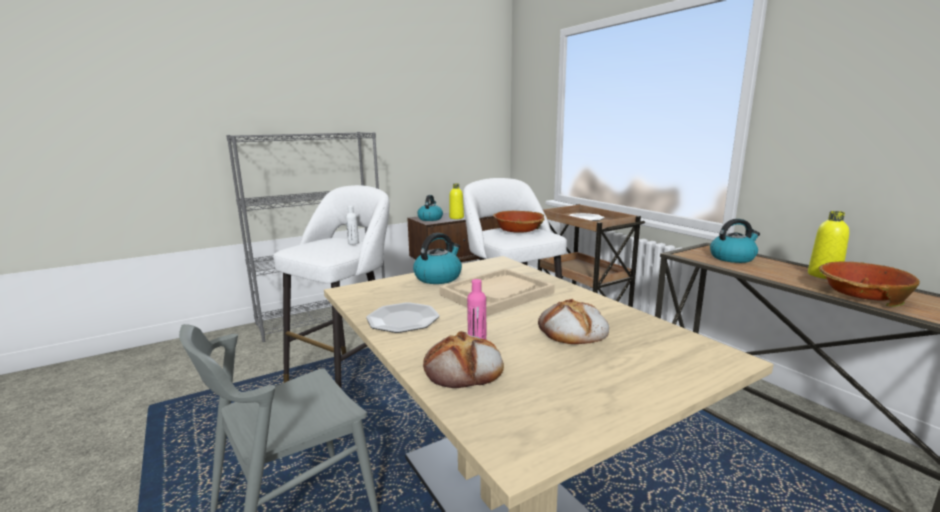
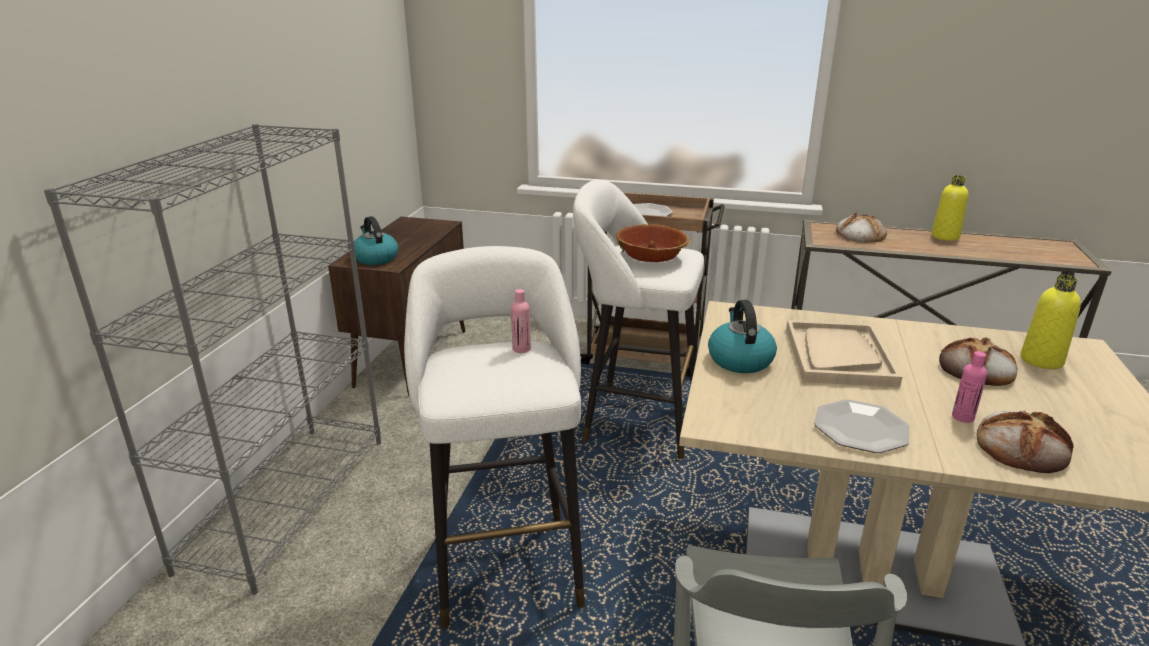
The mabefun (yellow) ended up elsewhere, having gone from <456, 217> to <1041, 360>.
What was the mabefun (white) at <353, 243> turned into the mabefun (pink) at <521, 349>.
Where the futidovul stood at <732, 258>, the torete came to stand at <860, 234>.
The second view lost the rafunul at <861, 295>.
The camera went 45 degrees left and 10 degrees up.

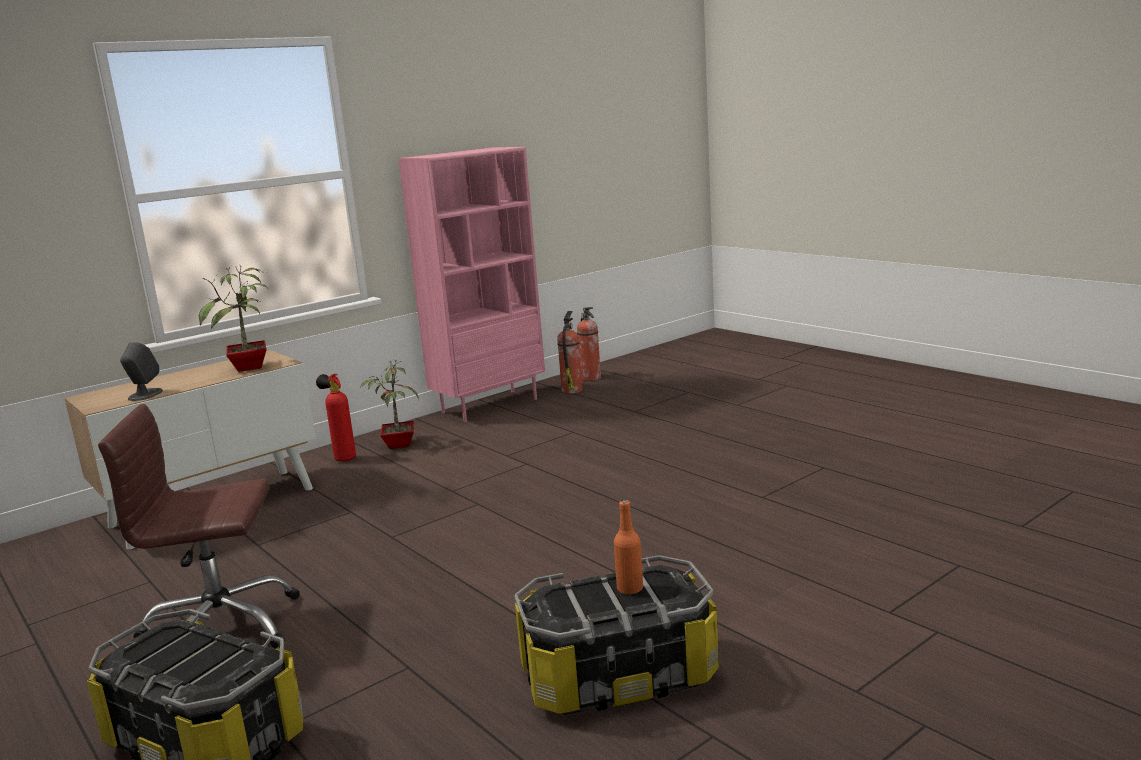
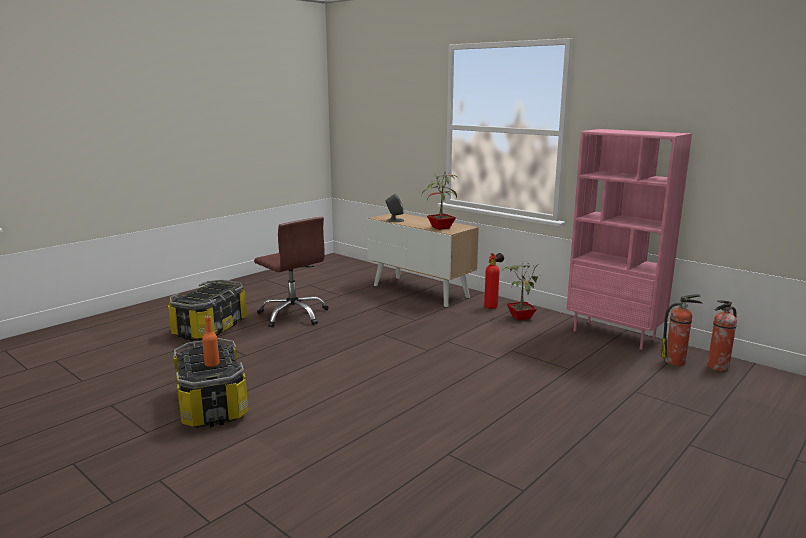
The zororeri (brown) at <221, 629> ended up facing another way, 150 degrees clockwise from before.
The camera went 80 degrees right and 0 degrees up.

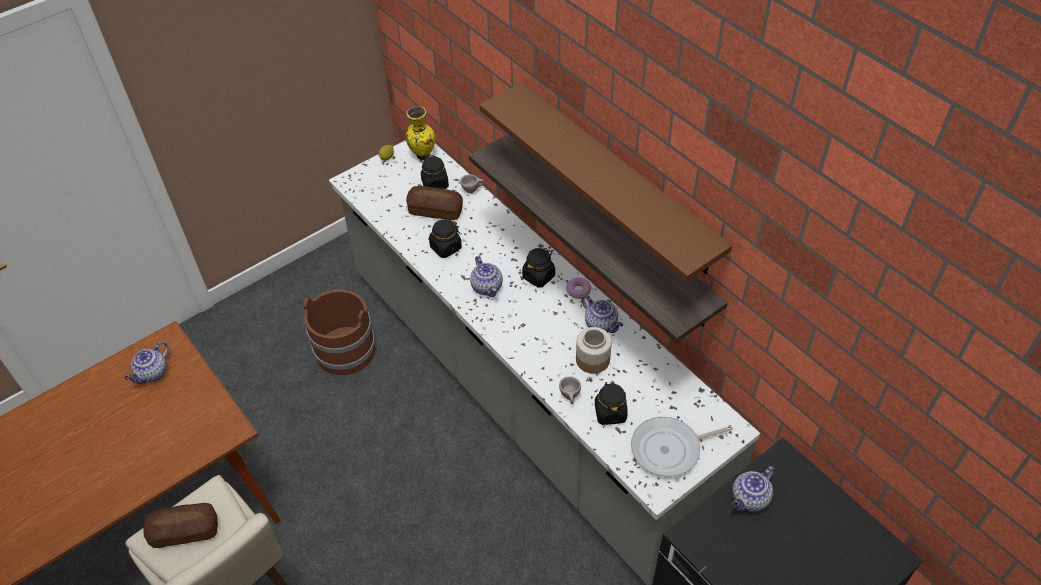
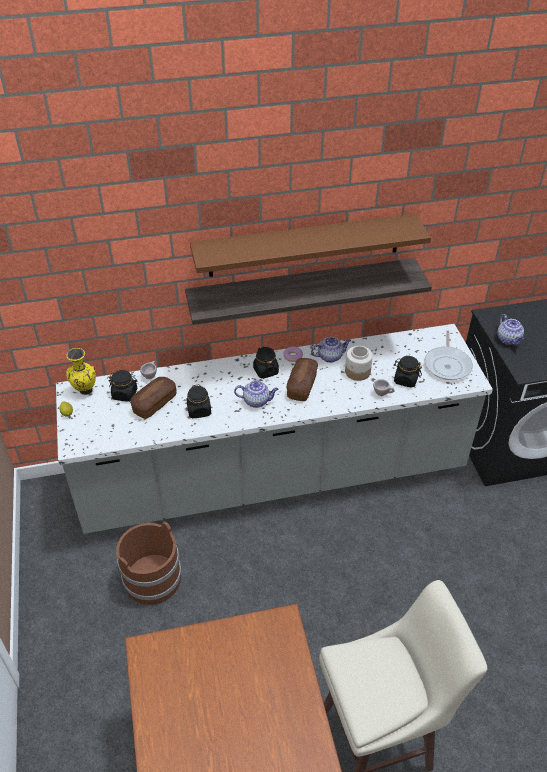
The second view lost the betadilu at <152, 374>.
The torete ended up elsewhere, having gone from <185, 531> to <302, 385>.
The camera went 65 degrees left and 5 degrees down.

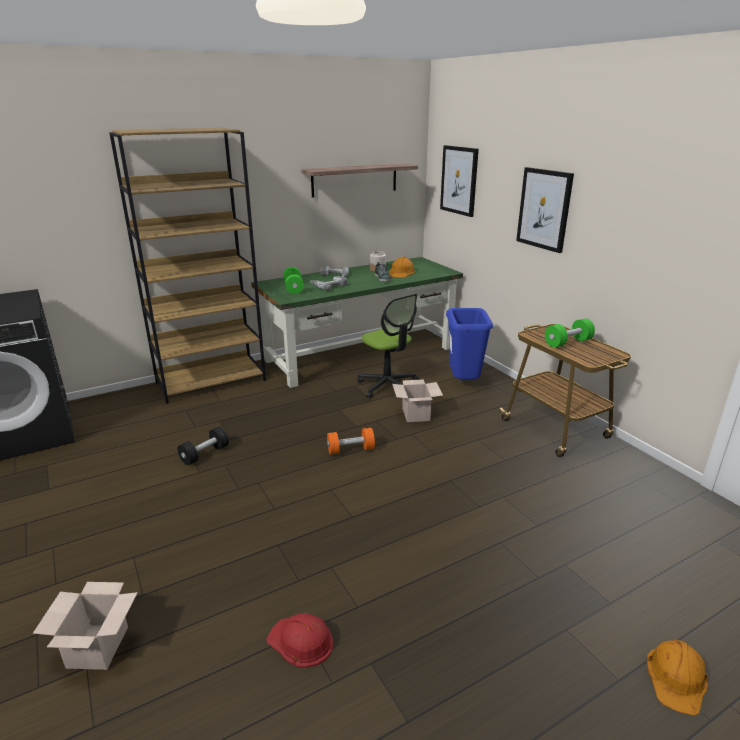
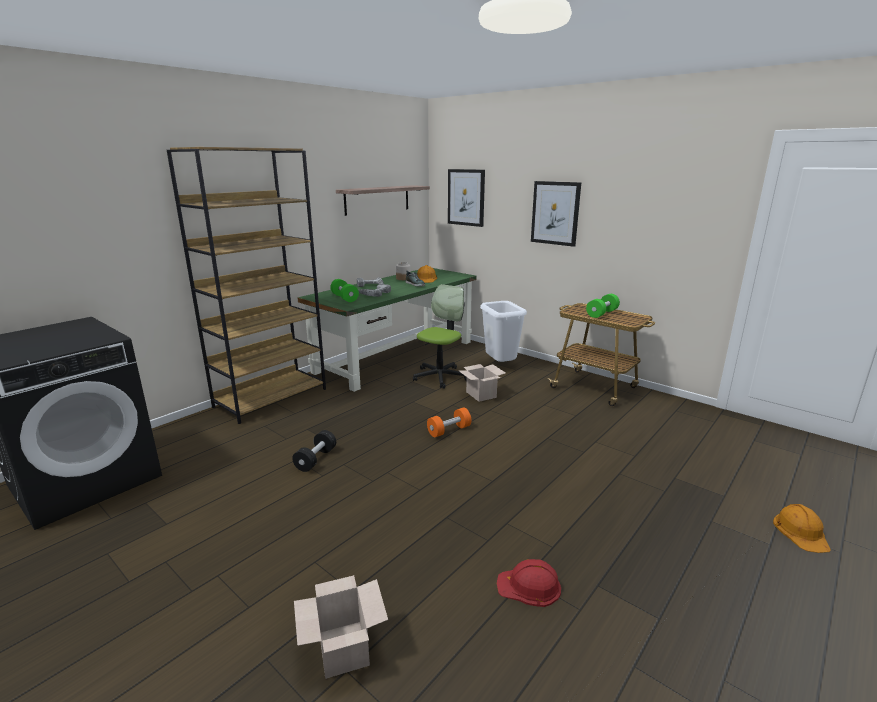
The zororeri at <388, 385> ended up facing another way, 90 degrees counterclockwise from before.
What was the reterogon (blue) at <463, 383> turned into the reterogon (white) at <500, 366>.
The camera went 20 degrees left and 5 degrees down.

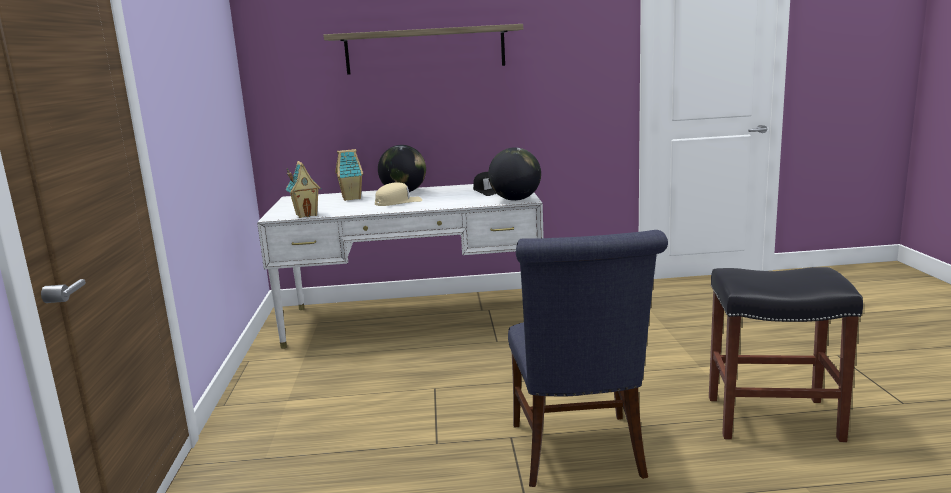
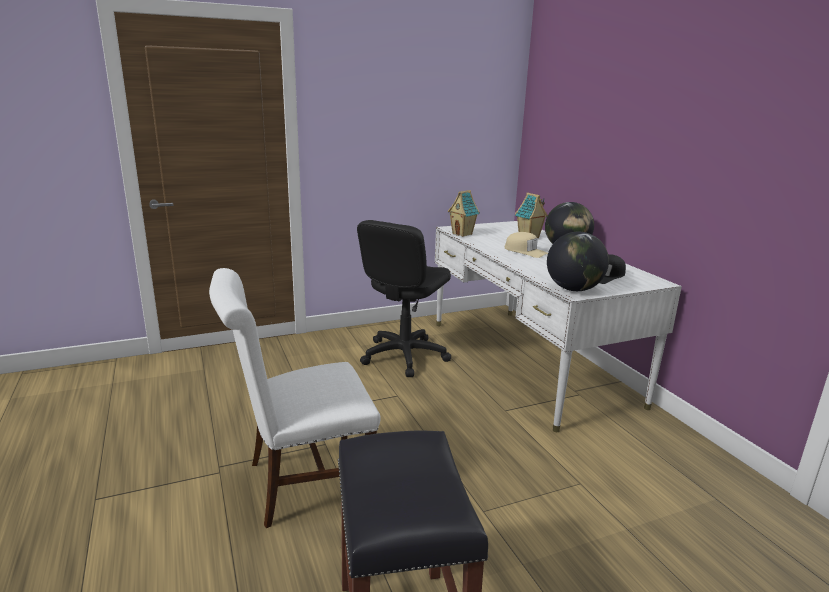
The second view lost the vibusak at <425, 50>.
What was the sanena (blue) at <579, 454> turned into the sanena (white) at <301, 483>.
The second view gained the zororeri (black) at <404, 356>.
The camera went 70 degrees right and 5 degrees up.

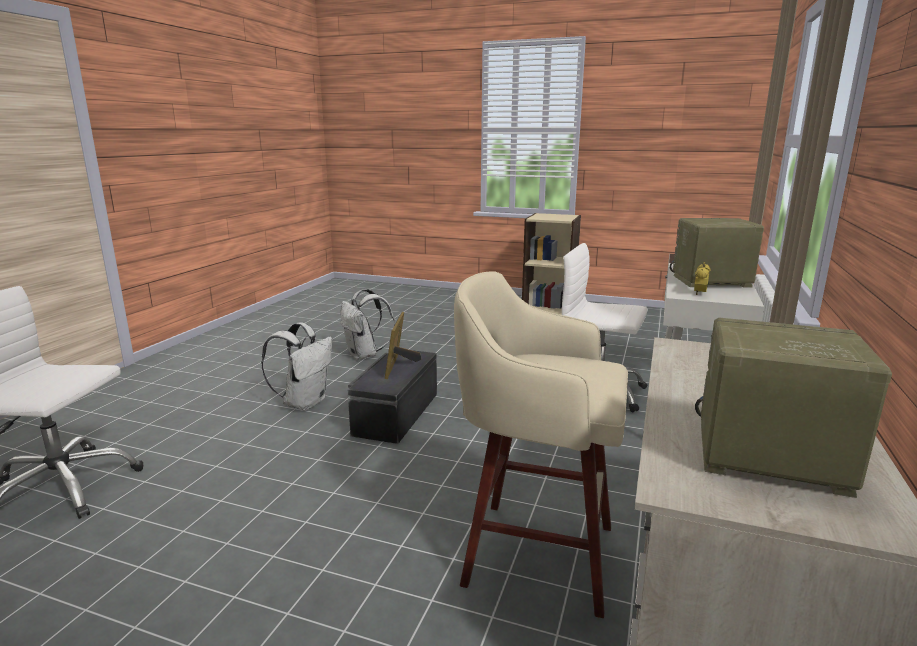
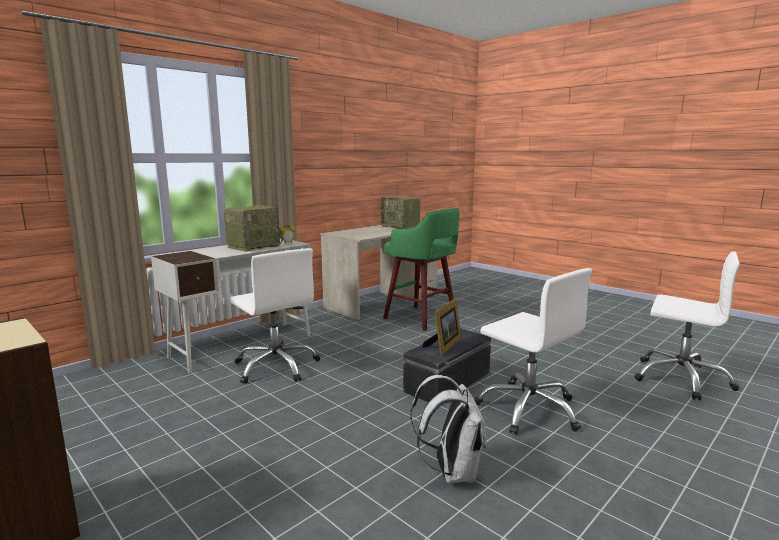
The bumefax at <710, 281> ended up facing another way, 75 degrees counterclockwise from before.
What was the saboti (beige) at <534, 553> turned into the saboti (green) at <422, 318>.
Where the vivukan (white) stood at <305, 402>, the zororeri (white) came to stand at <529, 409>.
The camera went 155 degrees left and 5 degrees down.

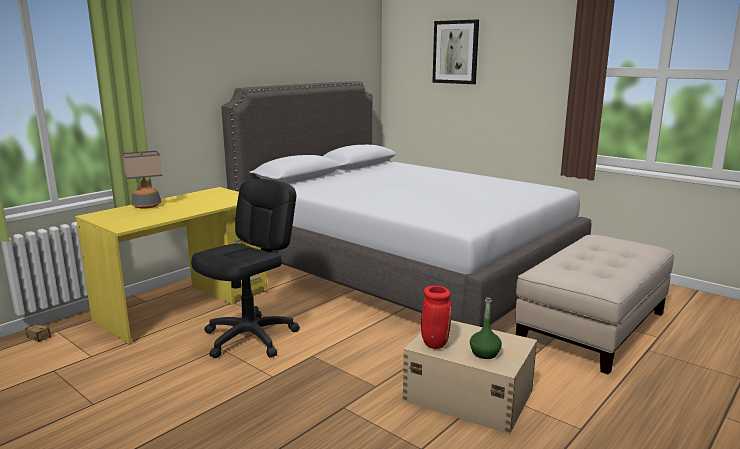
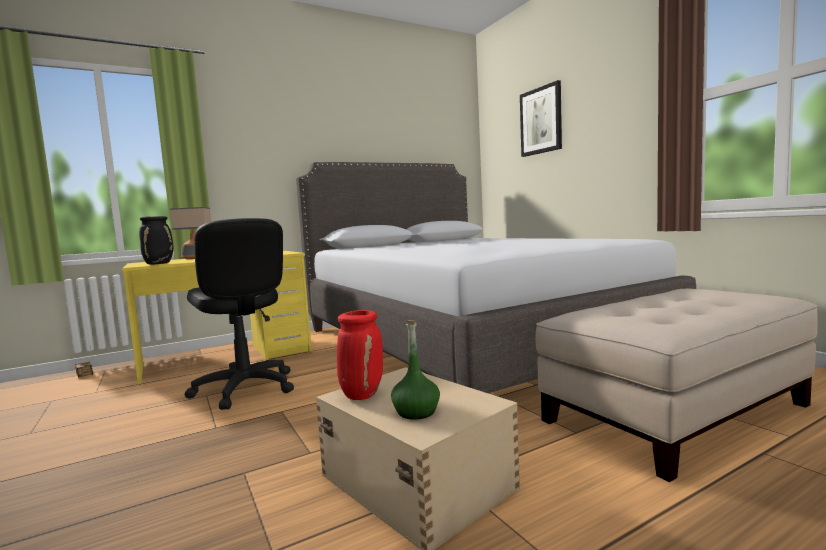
The zororeri (black) at <250, 338> ended up facing another way, 90 degrees clockwise from before.
The second view gained the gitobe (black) at <159, 263>.
The camera went 20 degrees right and 10 degrees down.

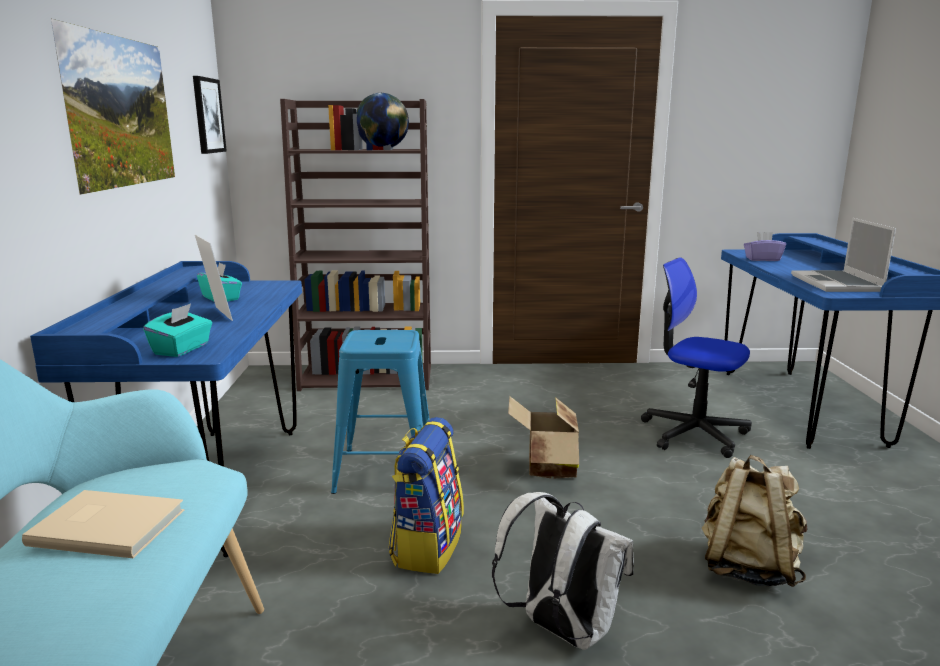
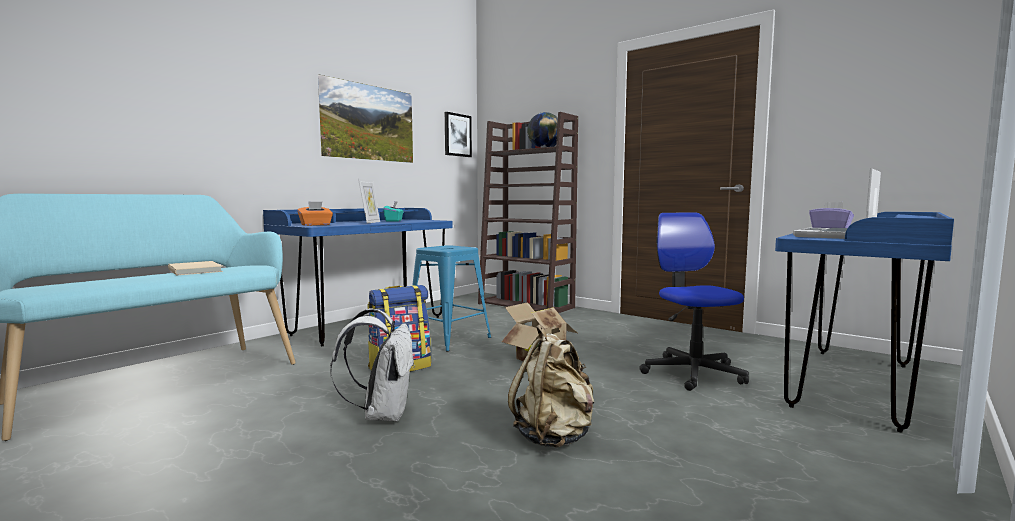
What was the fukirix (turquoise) at <182, 349> turned into the fukirix (orange) at <315, 225>.
The camera went 40 degrees right and 10 degrees down.

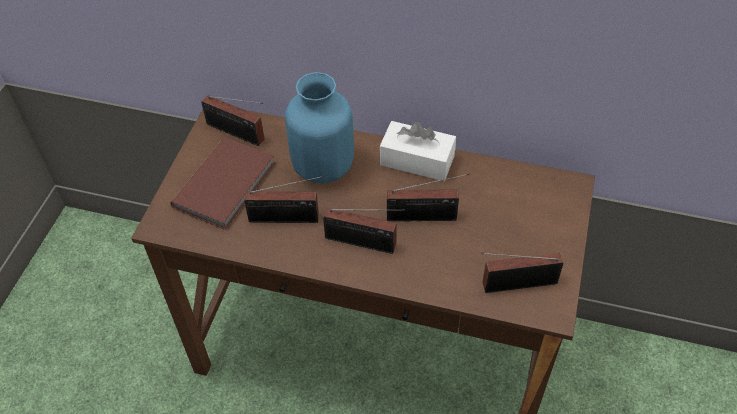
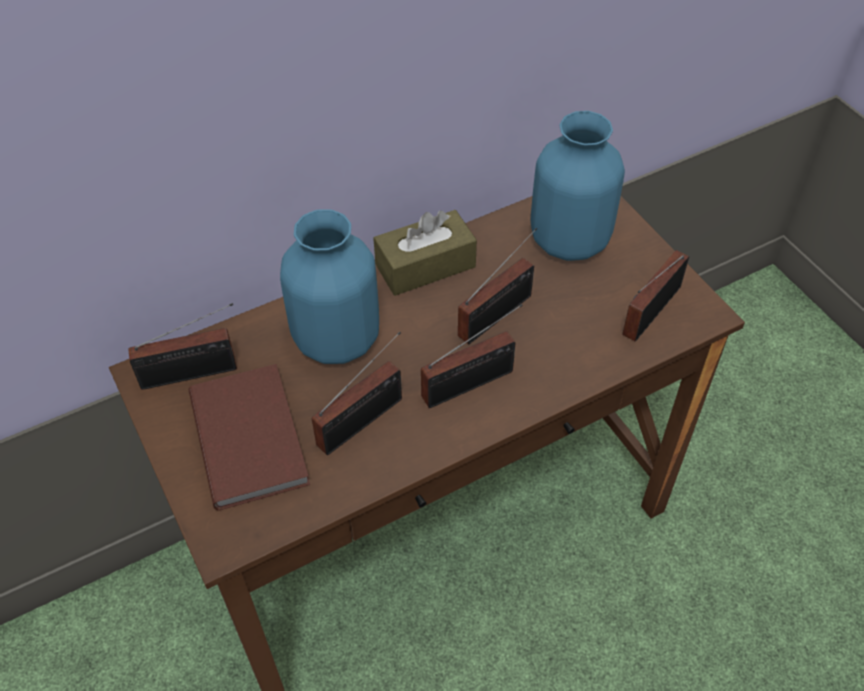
What was the fukirix (white) at <417, 160> turned into the fukirix (brown) at <425, 266>.
The second view gained the gitobe (blue) at <570, 240>.
The camera went 45 degrees left and 0 degrees up.

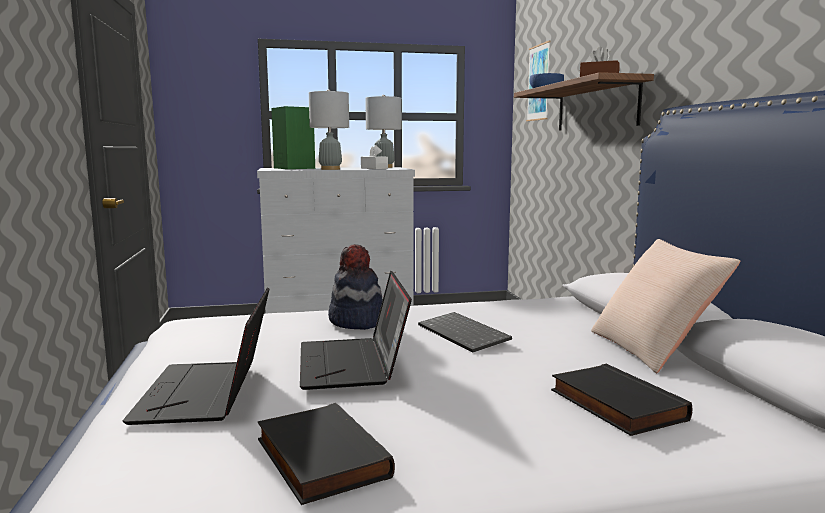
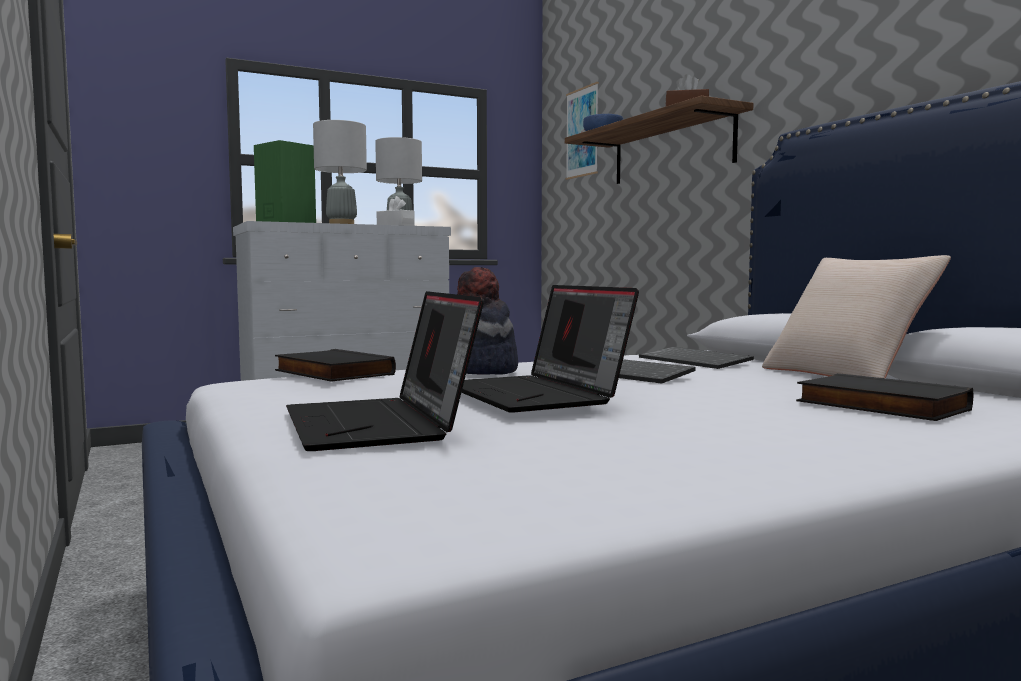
The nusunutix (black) ended up elsewhere, having gone from <318, 458> to <331, 373>.
The second view gained the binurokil at <696, 361>.
The camera went 15 degrees left and 5 degrees down.

